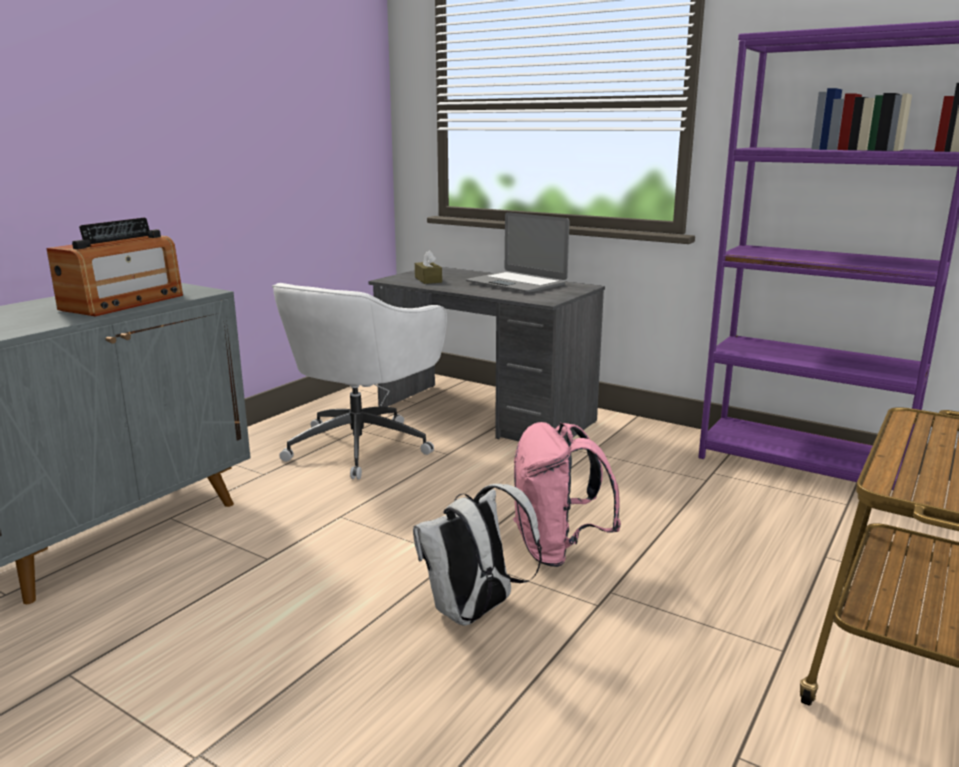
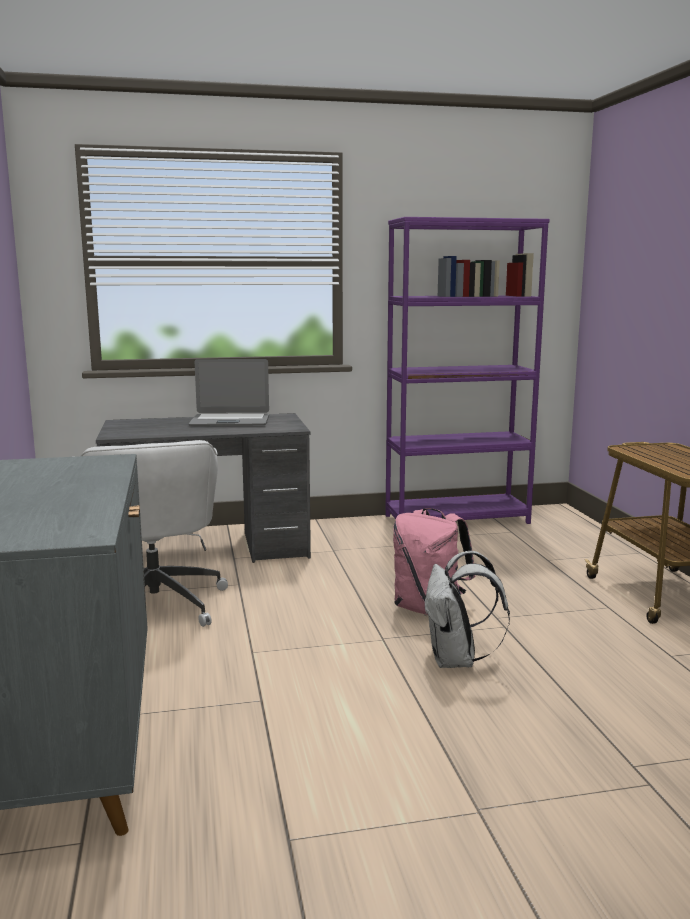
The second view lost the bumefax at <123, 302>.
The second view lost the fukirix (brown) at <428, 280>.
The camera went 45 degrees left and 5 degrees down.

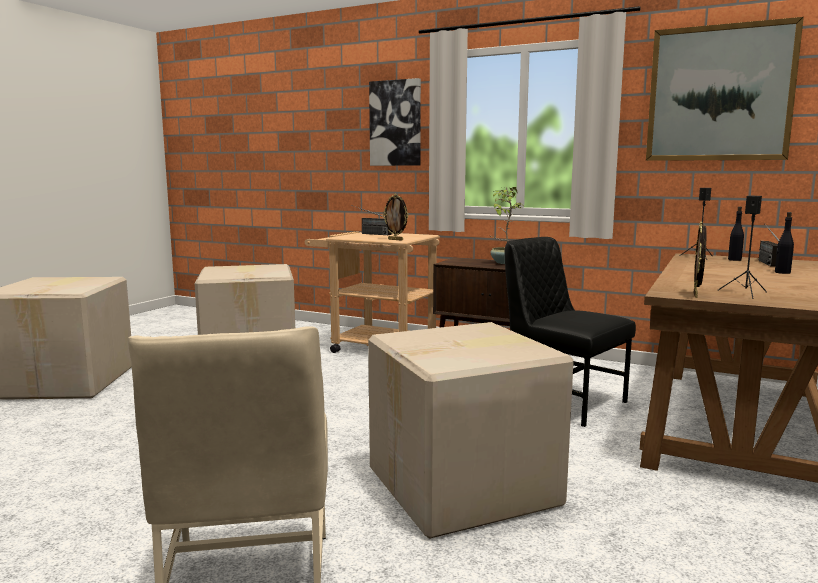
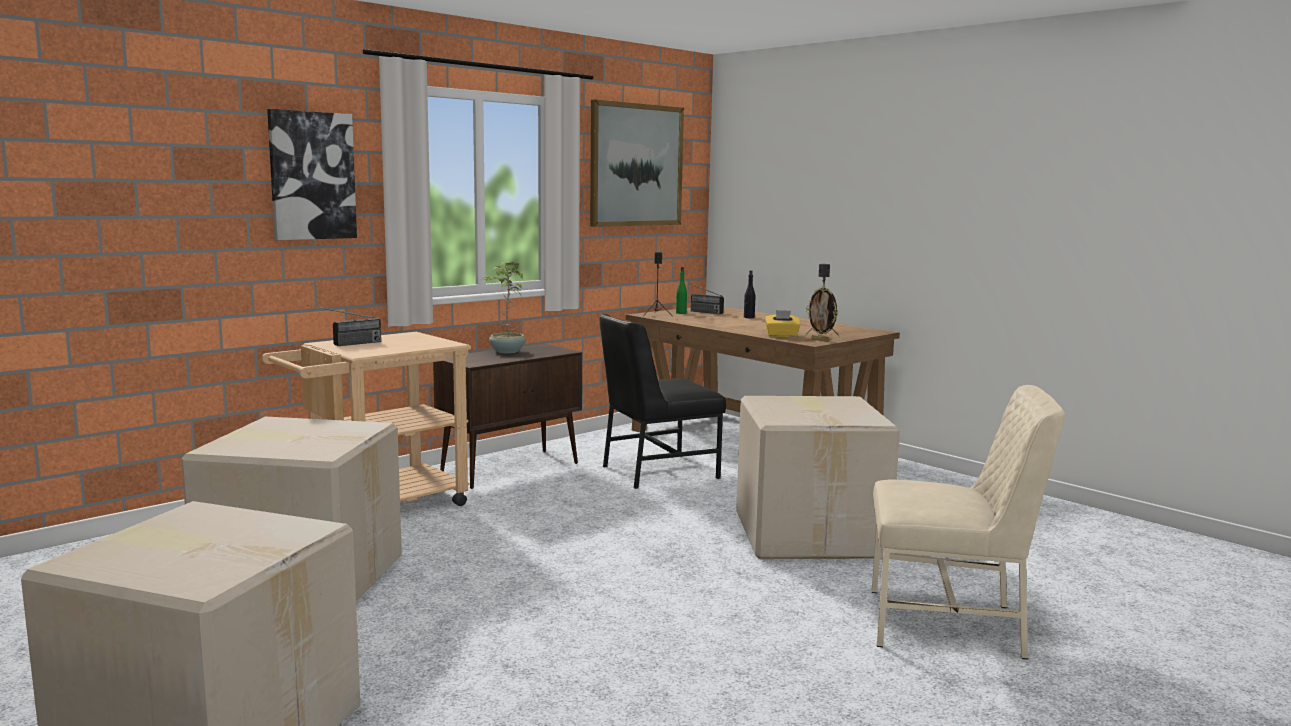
The second view lost the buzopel at <396, 239>.
What was the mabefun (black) at <734, 260> turned into the mabefun (green) at <681, 313>.
The second view gained the fukirix (yellow) at <781, 336>.
The camera went 70 degrees left and 0 degrees up.

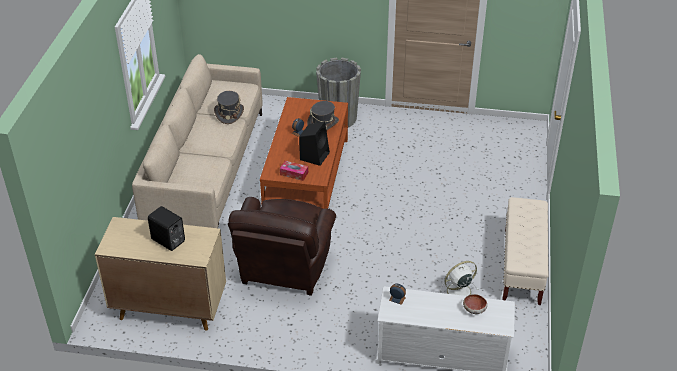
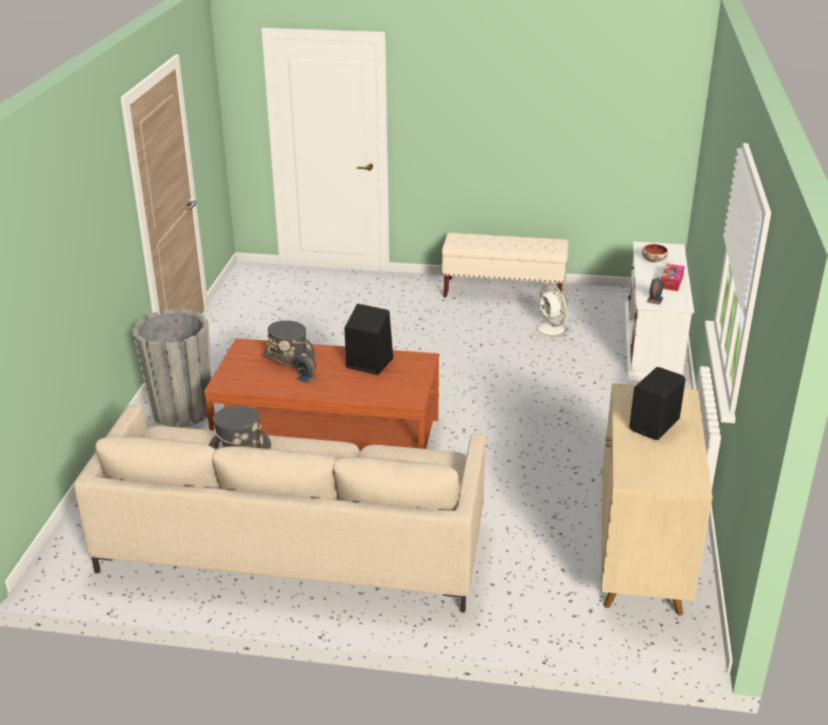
The fukirix ended up elsewhere, having gone from <294, 173> to <671, 282>.
The second view lost the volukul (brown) at <284, 269>.
The camera went 90 degrees left and 10 degrees down.

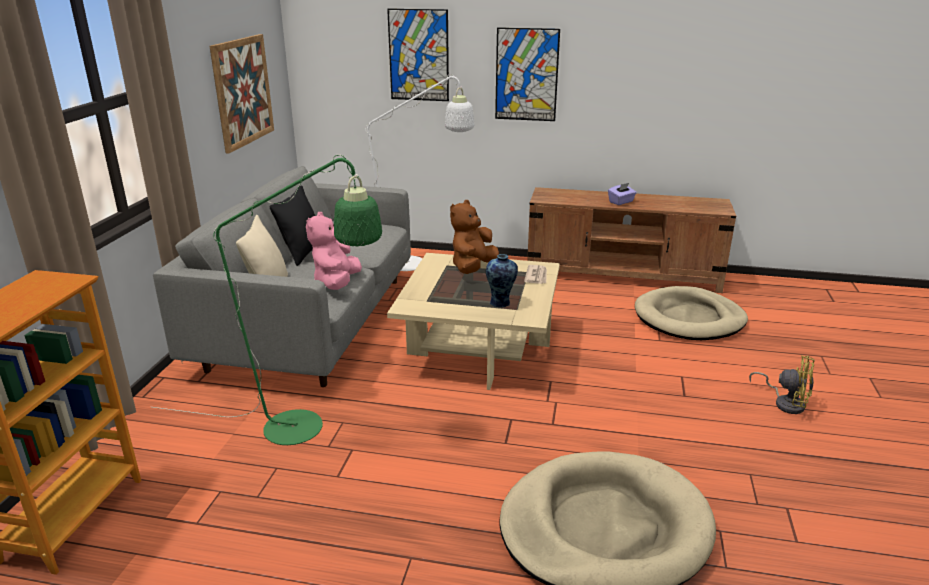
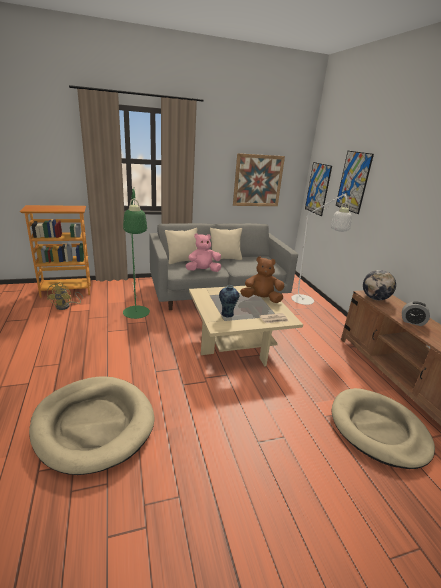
The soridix ended up elsewhere, having gone from <526, 75> to <318, 188>.
Where the fukirix (purple) stood at <621, 202>, the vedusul came to stand at <412, 322>.
What was the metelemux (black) at <303, 252> turned into the metelemux (beige) at <225, 258>.
The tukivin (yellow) ended up elsewhere, having gone from <785, 403> to <66, 306>.
The second view gained the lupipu at <375, 298>.
The camera went 60 degrees right and 0 degrees up.

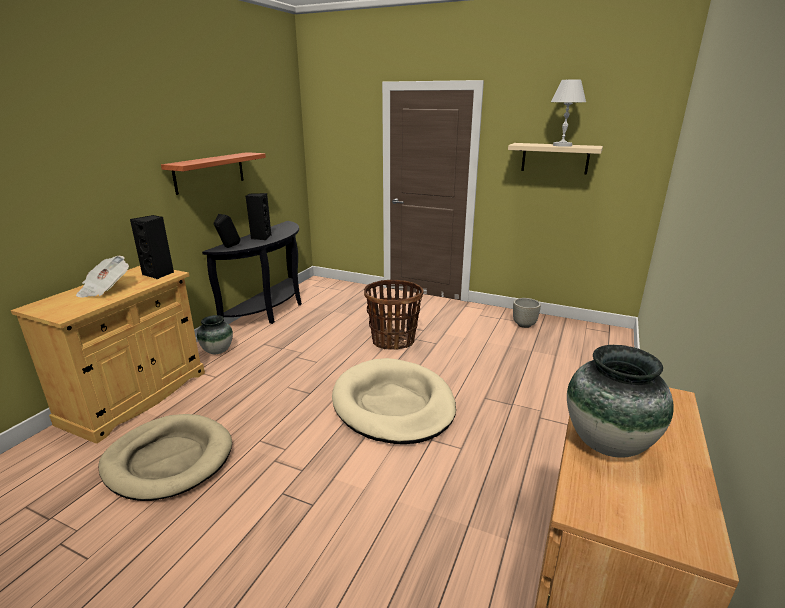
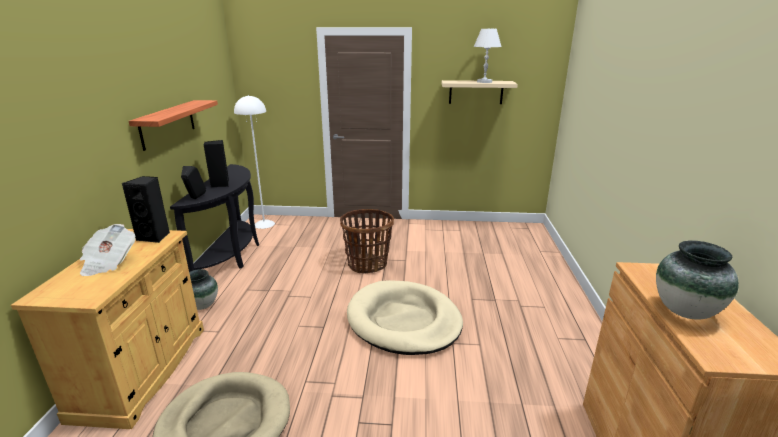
The second view lost the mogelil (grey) at <524, 325>.
The second view gained the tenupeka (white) at <264, 224>.
The camera went 20 degrees left and 0 degrees up.

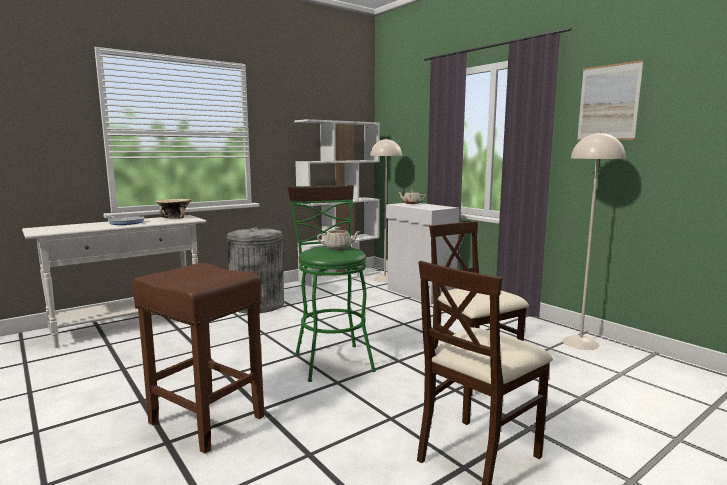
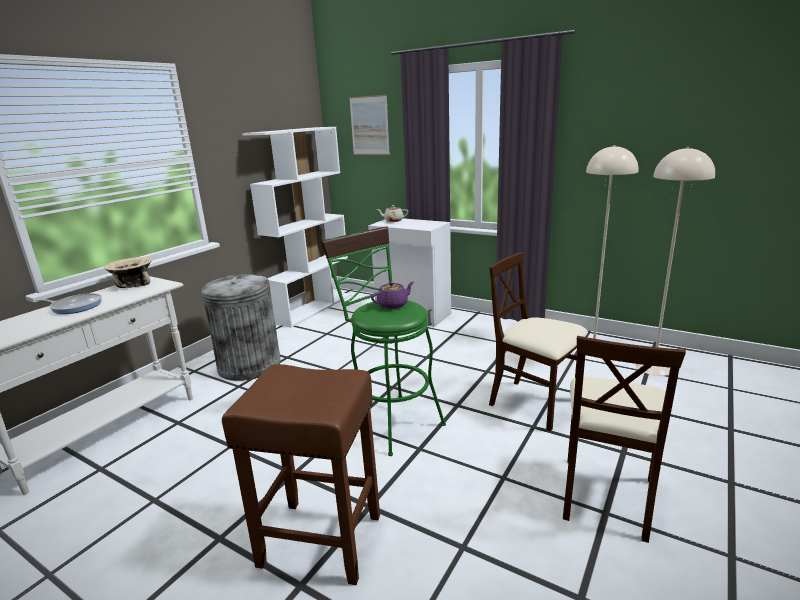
The soridix ended up elsewhere, having gone from <608, 102> to <369, 126>.
The tenupeka (beige) ended up elsewhere, having gone from <385, 279> to <654, 367>.
What was the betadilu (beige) at <338, 248> turned into the betadilu (purple) at <393, 305>.
The camera went 20 degrees left and 10 degrees up.

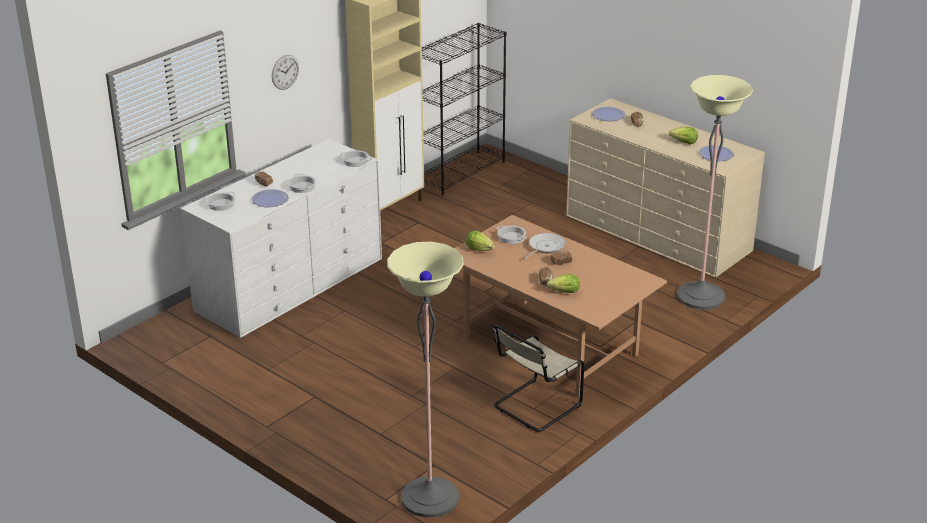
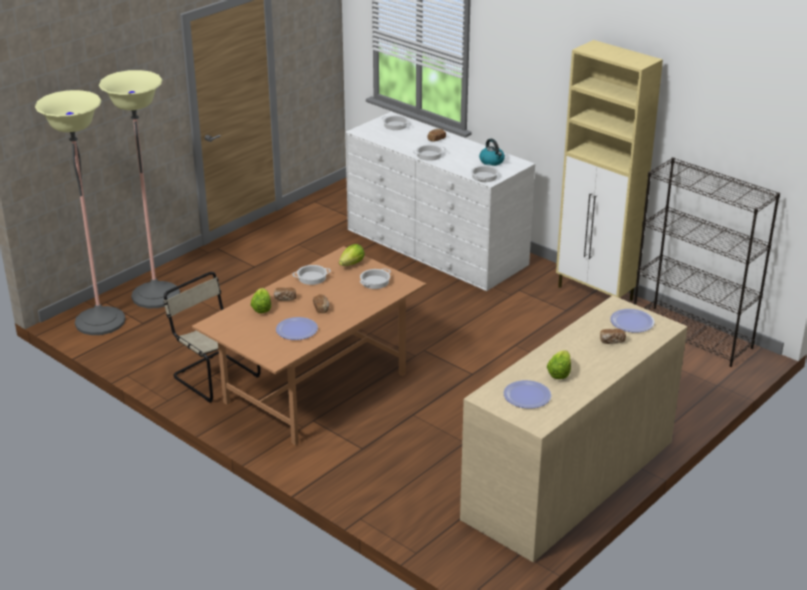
The second view lost the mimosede at <285, 72>.
The tenupeka ended up elsewhere, having gone from <701, 296> to <156, 295>.
The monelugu ended up elsewhere, having gone from <270, 199> to <296, 330>.
The second view lost the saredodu at <545, 247>.
The second view gained the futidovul at <492, 161>.
The second view gained the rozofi at <312, 277>.
The camera went 90 degrees right and 0 degrees up.

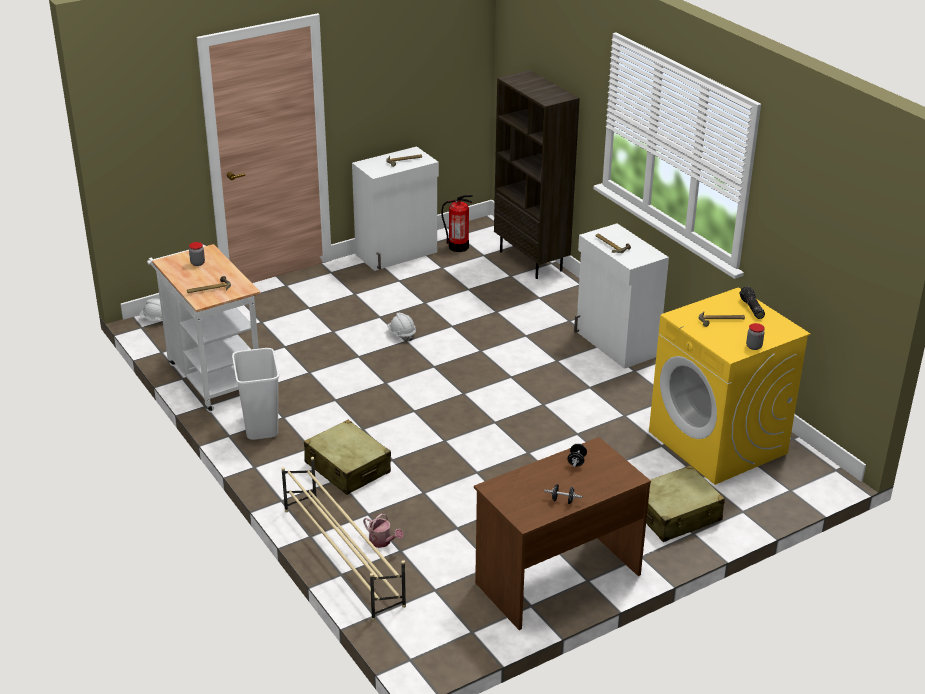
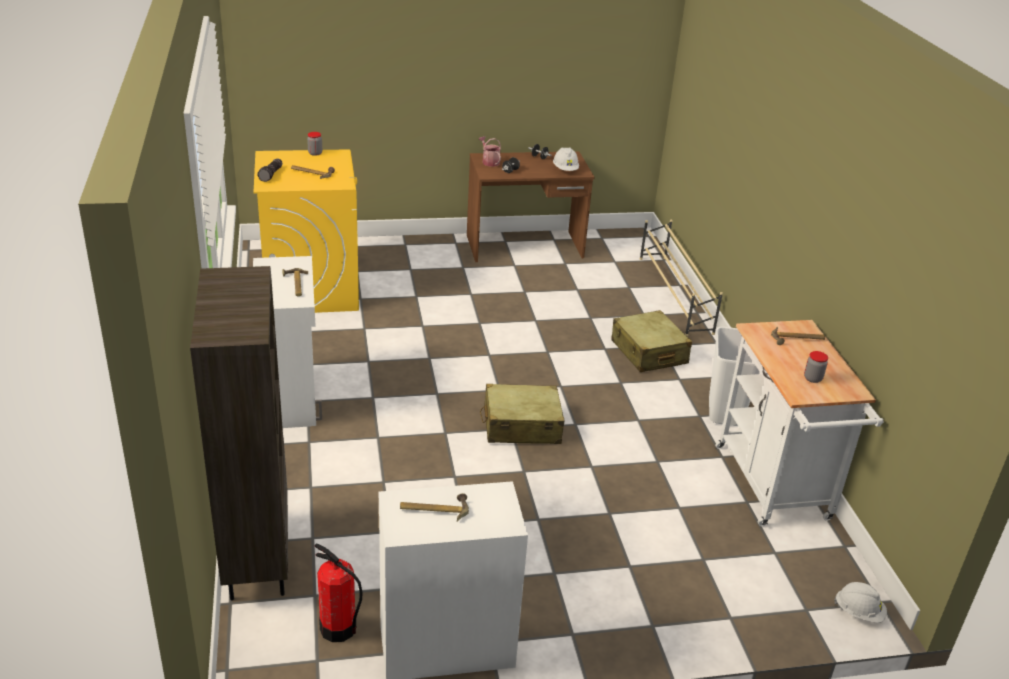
The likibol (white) ended up elsewhere, having gone from <401, 334> to <565, 169>.
The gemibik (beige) ended up elsewhere, having gone from <676, 515> to <521, 426>.
The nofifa ended up elsewhere, having gone from <382, 542> to <489, 161>.
The camera went 160 degrees left and 0 degrees up.

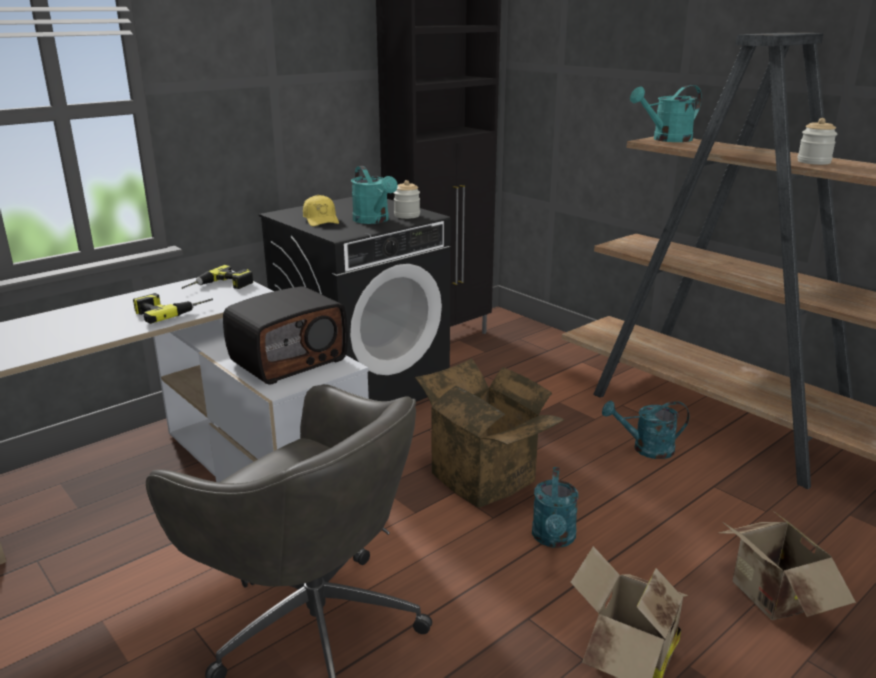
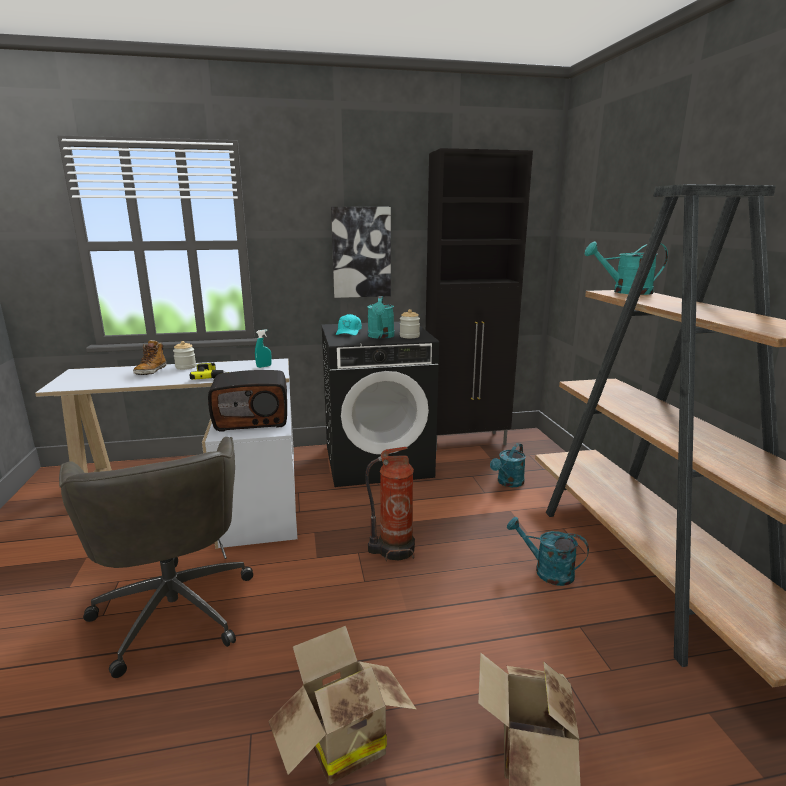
The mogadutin ended up elsewhere, having gone from <813, 162> to <186, 367>.
What was the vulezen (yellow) at <321, 220> turned into the vulezen (turquoise) at <349, 332>.
Where the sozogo stood at <219, 286>, the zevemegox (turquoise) came to stand at <264, 366>.
Where the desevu stood at <488, 476>, the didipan came to stand at <394, 549>.
The nofifa (turquoise) ended up elsewhere, having gone from <554, 539> to <508, 483>.
The second view gained the soridix at <361, 252>.
The second view gained the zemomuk at <151, 371>.
The camera went 30 degrees right and 5 degrees down.

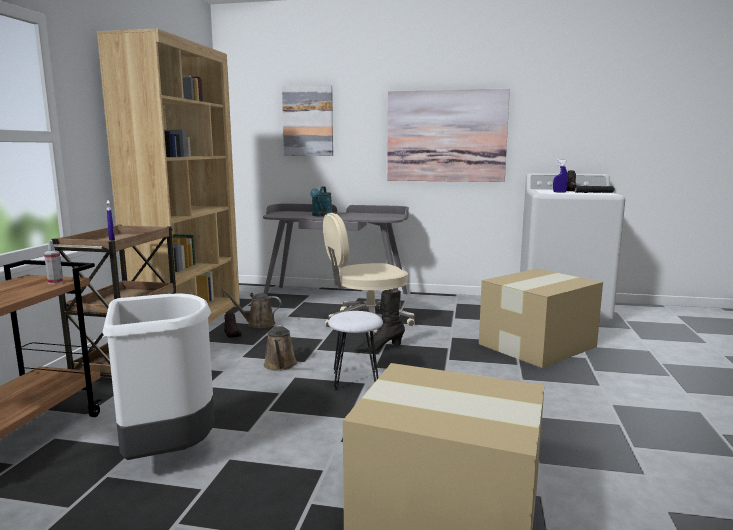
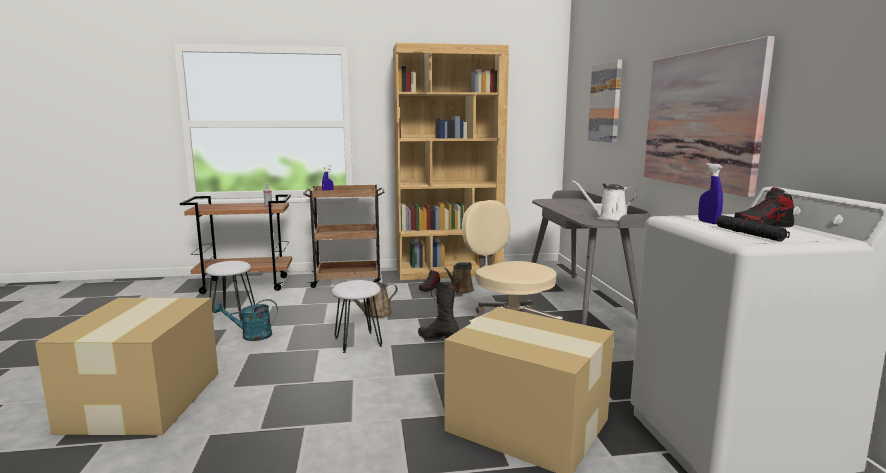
The nofifa (turquoise) ended up elsewhere, having gone from <321, 215> to <251, 336>.
The nofifa (brown) at <258, 324> ended up facing another way, 135 degrees counterclockwise from before.
Where the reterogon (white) stood at <167, 454>, the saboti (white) came to stand at <232, 314>.
The second view gained the nofifa (white) at <608, 218>.
The camera went 70 degrees right and 0 degrees up.

